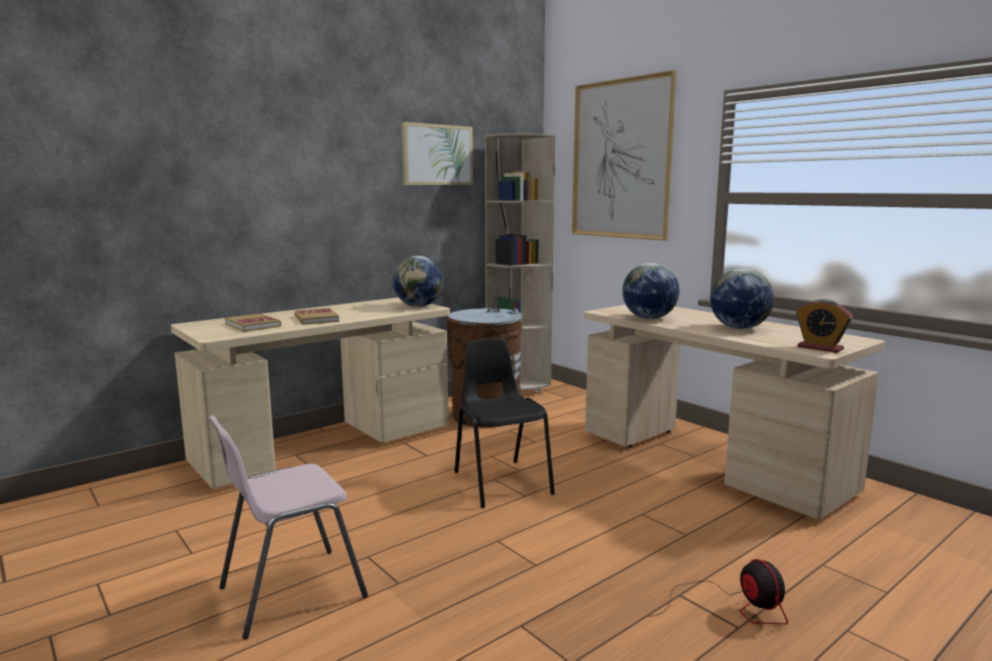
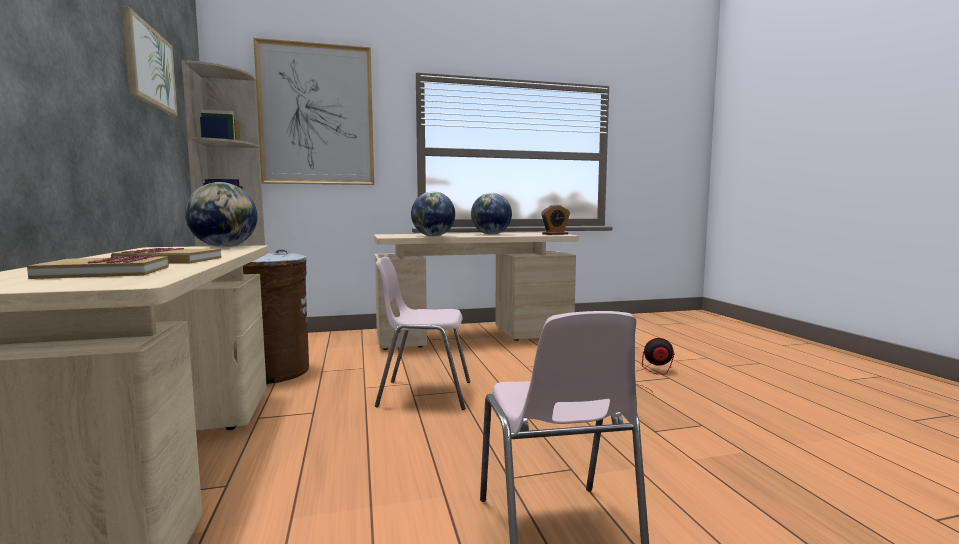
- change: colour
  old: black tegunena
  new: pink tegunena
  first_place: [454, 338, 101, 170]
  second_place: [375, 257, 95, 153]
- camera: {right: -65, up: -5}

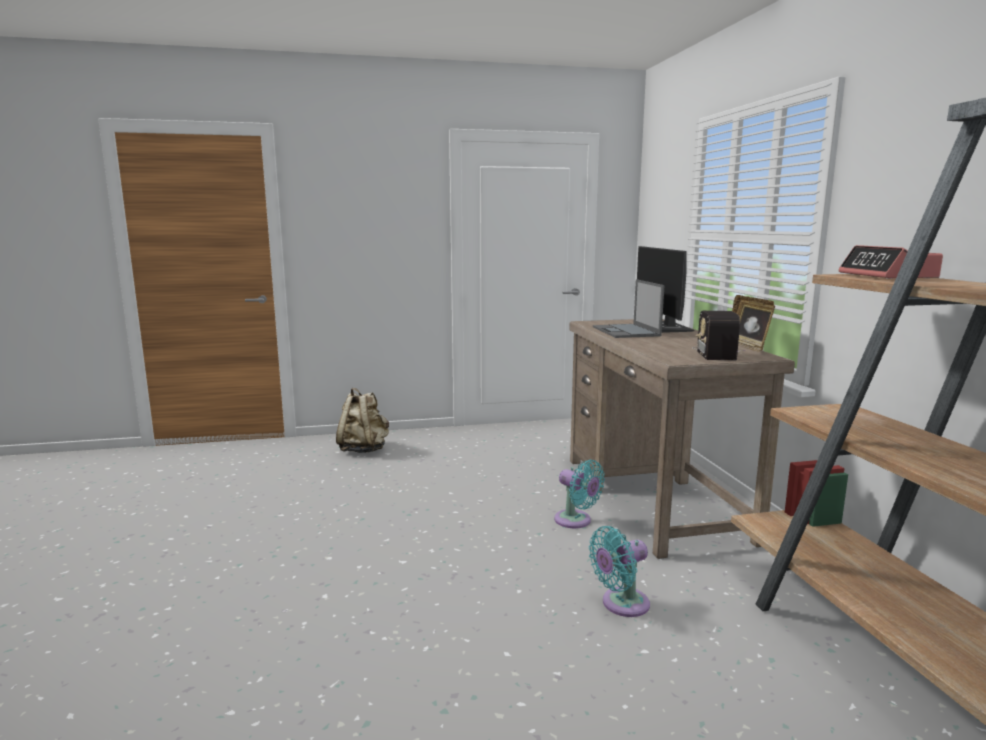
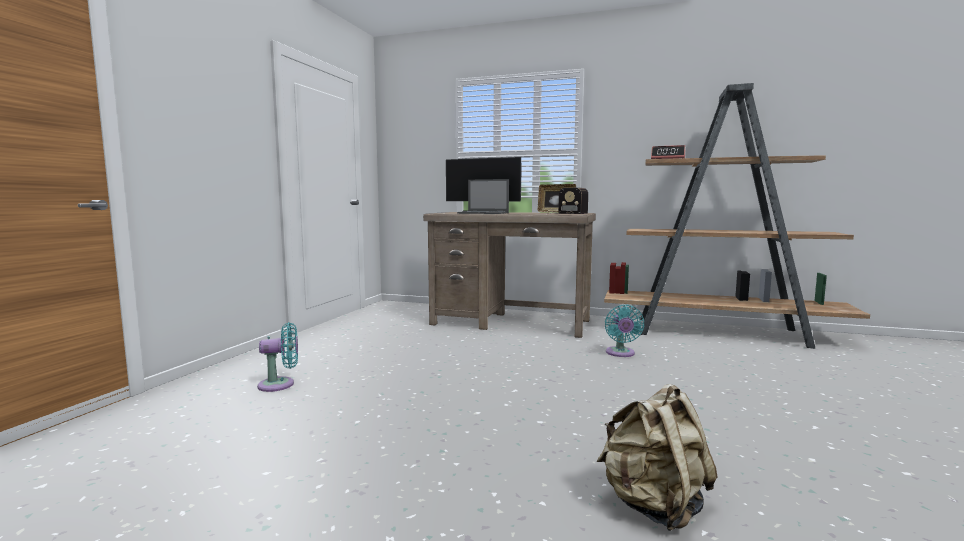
- change: relocated
  old: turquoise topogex
  first_place: [554, 460, 51, 68]
  second_place: [257, 322, 41, 70]
- change: relocated
  old: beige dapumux
  first_place: [336, 388, 53, 65]
  second_place: [596, 384, 122, 147]
- camera: {right: -60, up: -5}

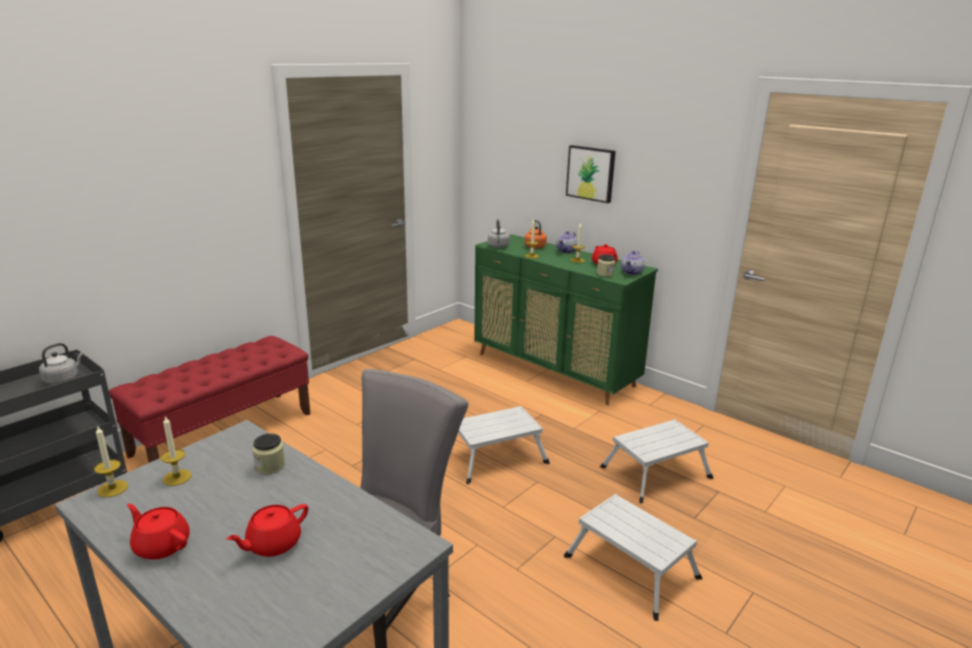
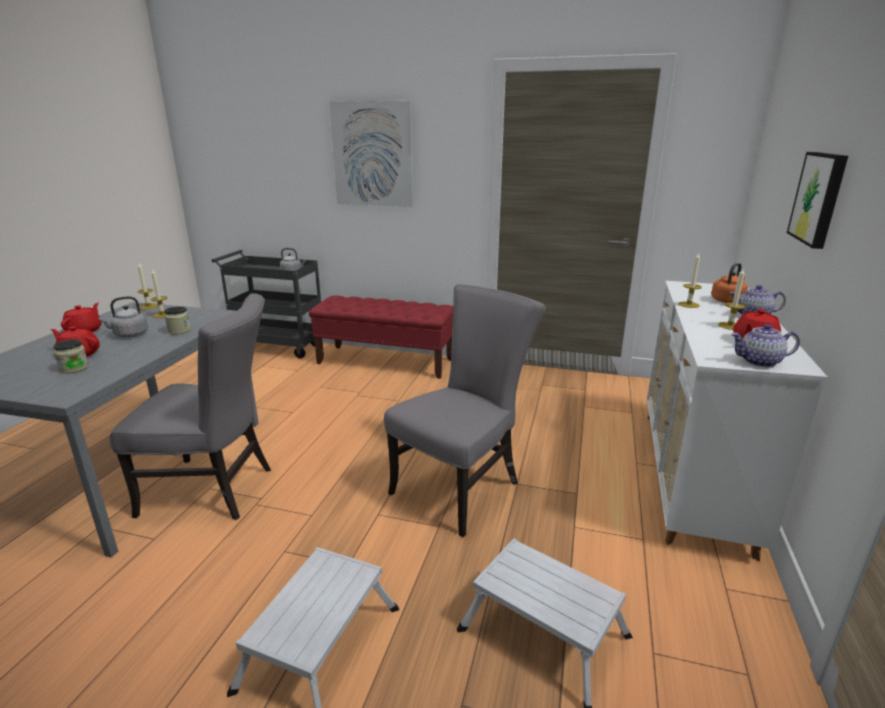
- change: relocated
  old: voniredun
  first_place: [597, 255, 18, 22]
  second_place: [53, 339, 36, 35]
- change: relocated
  old: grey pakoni
  first_place: [488, 219, 22, 29]
  second_place: [98, 296, 50, 41]
- change: appeared
  new: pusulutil
  second_place: [330, 101, 83, 106]
- change: exchanged
  old: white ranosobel
  new: grey tegunena
  first_place: [458, 406, 92, 78]
  second_place: [384, 284, 162, 253]
- change: colour
  old: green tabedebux
  new: white tabedebux
  first_place: [474, 234, 184, 172]
  second_place: [647, 281, 181, 280]
- camera: {right: 65, up: 0}

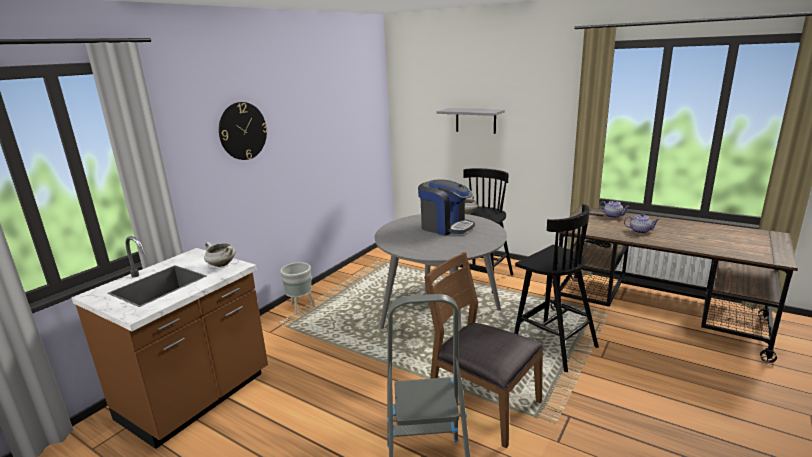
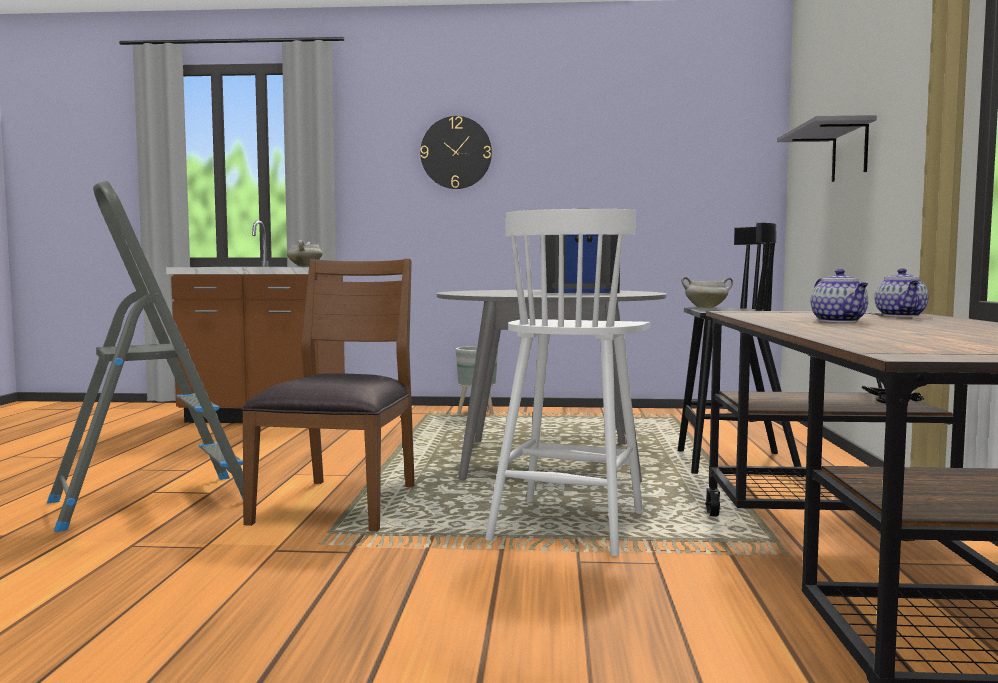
- change: colour
  old: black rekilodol
  new: white rekilodol
  first_place: [514, 204, 85, 168]
  second_place: [485, 209, 165, 348]
- camera: {right: 60, up: -15}

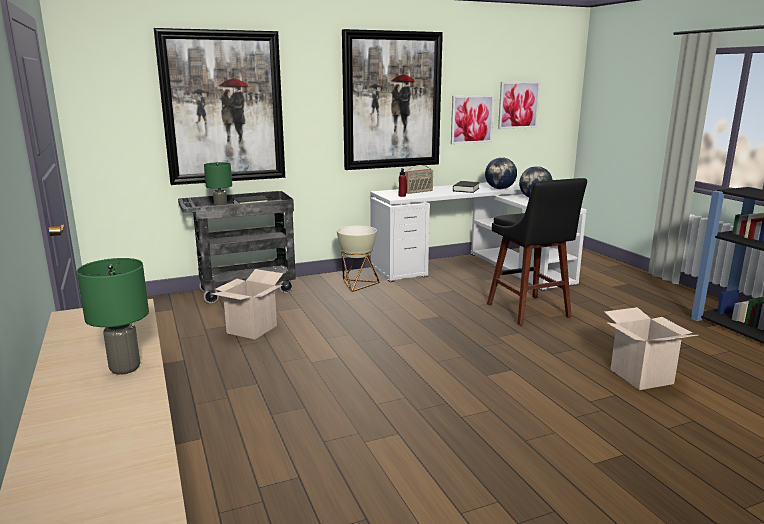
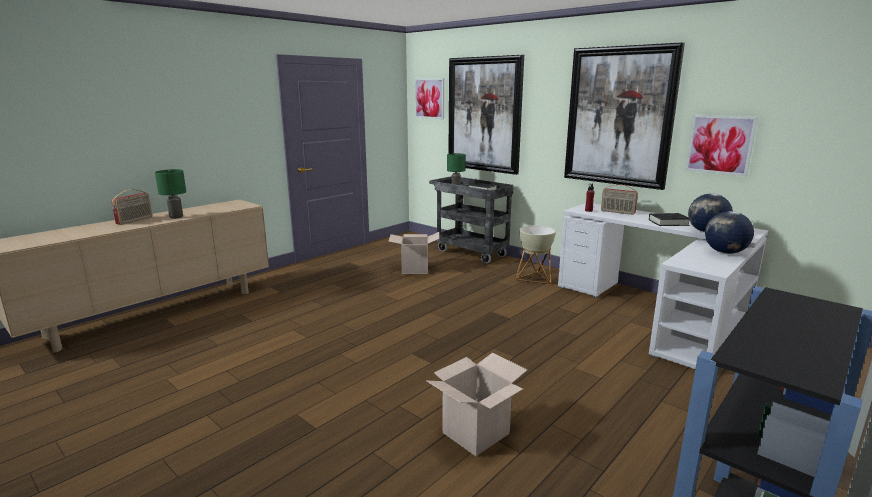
- change: appeared
  new: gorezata
  second_place: [111, 189, 41, 36]
- change: relocated
  old: pusulutil
  first_place: [498, 81, 42, 48]
  second_place: [415, 78, 29, 41]
- change: missing
  old: black rekilodol
  first_place: [487, 178, 100, 148]
- camera: {right: 65, up: 0}

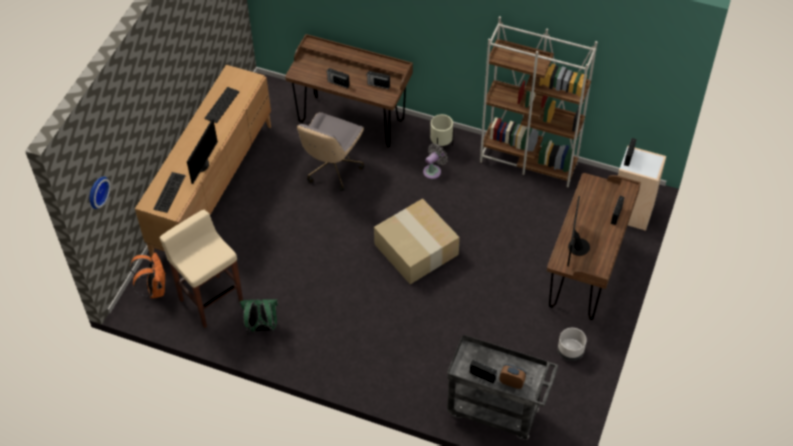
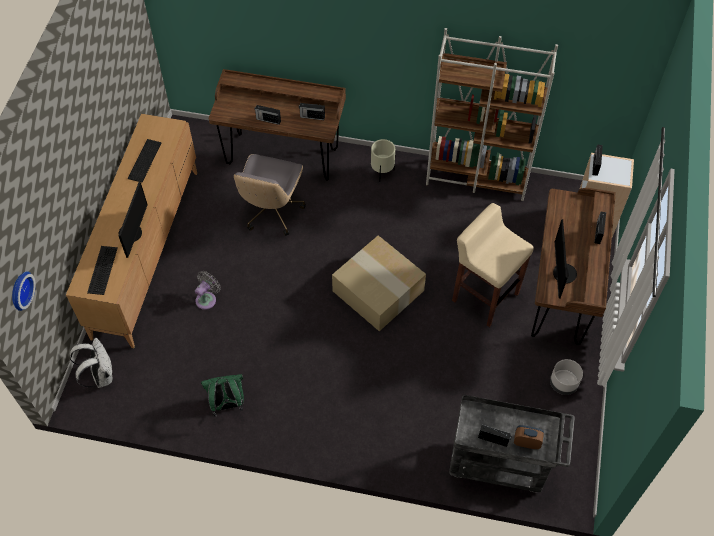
- change: colour
  old: orange dapumux
  new: white dapumux
  first_place: [130, 252, 35, 46]
  second_place: [70, 338, 42, 50]
- change: relocated
  old: grey topogex
  first_place: [423, 143, 25, 36]
  second_place: [195, 271, 26, 39]
- change: relocated
  old: beige rekilodol
  first_place: [159, 210, 84, 118]
  second_place: [452, 203, 82, 124]
- camera: {right: -10, up: 5}

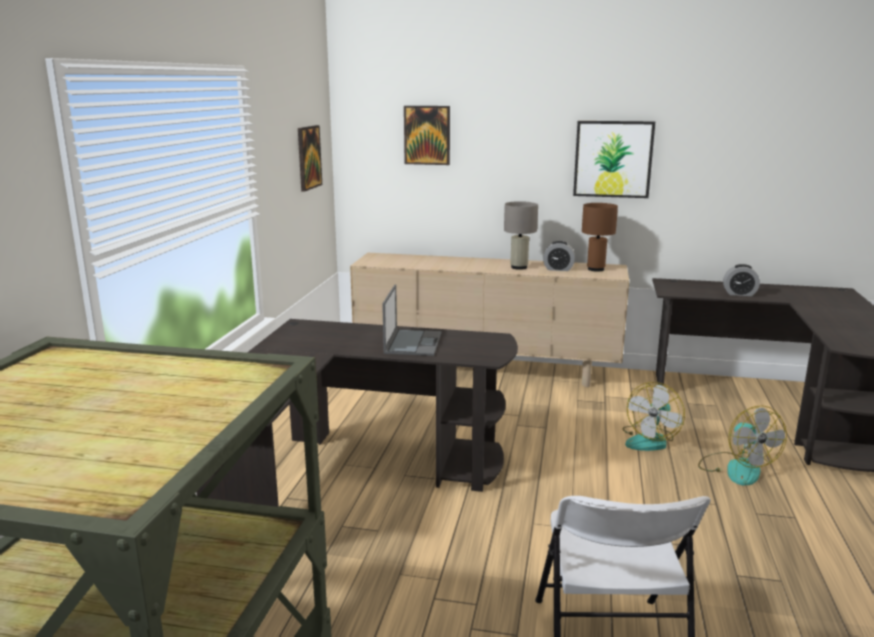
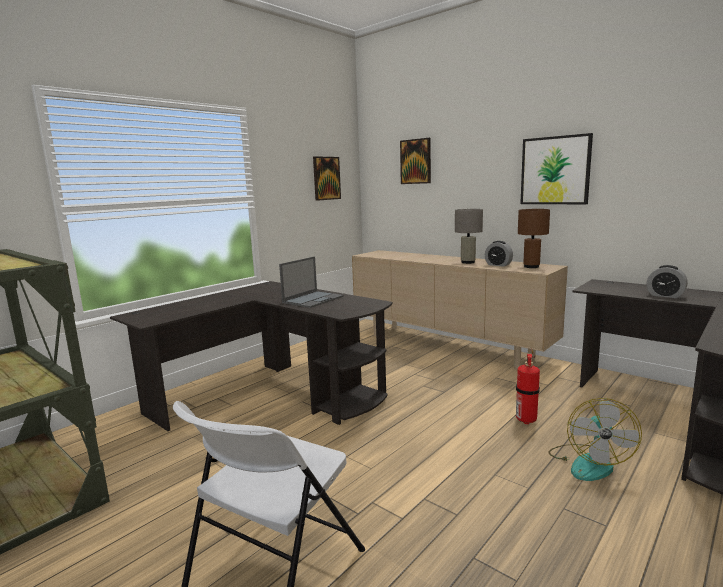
- change: exchanged
  old: topogex
  new: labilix
  first_place: [622, 382, 63, 69]
  second_place: [516, 350, 24, 75]
- camera: {right: 30, up: -5}

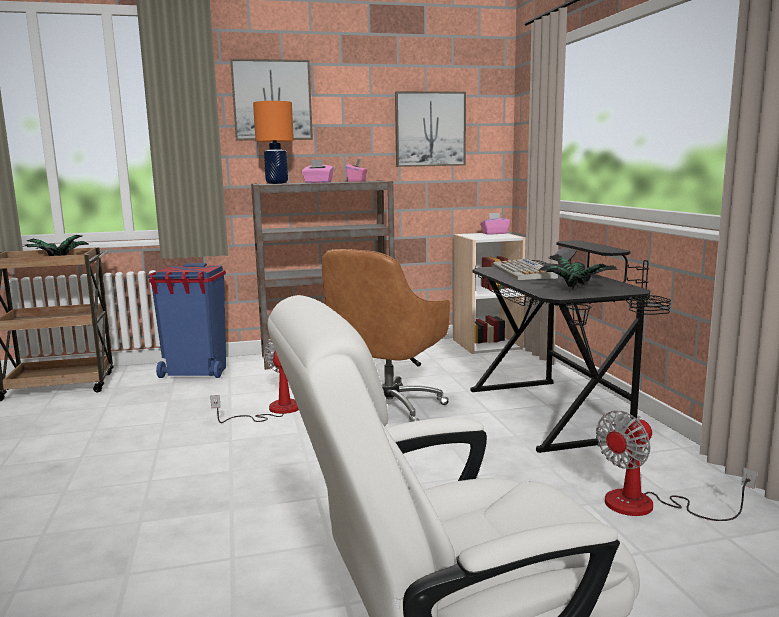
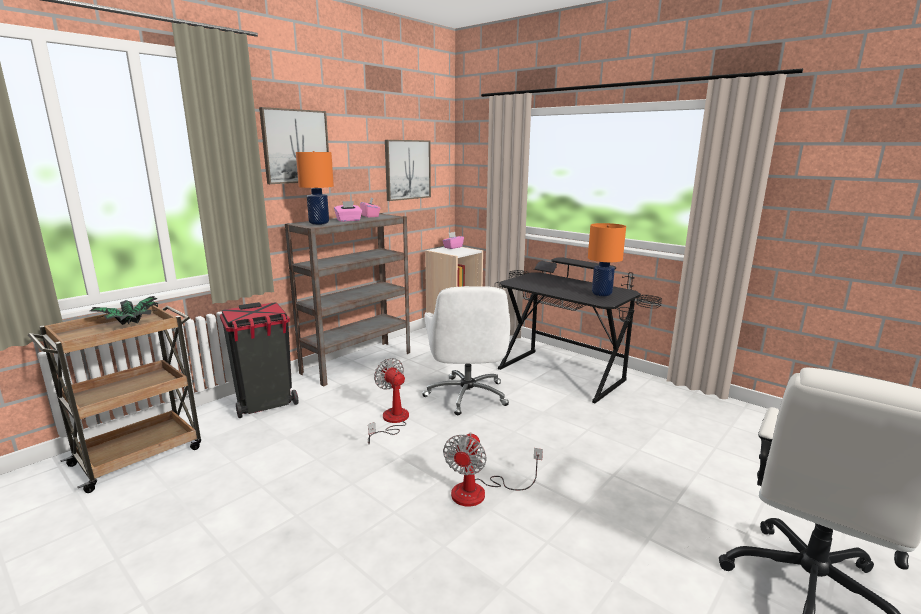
- change: colour
  old: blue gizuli
  new: black gizuli
  first_place: [148, 263, 78, 115]
  second_place: [220, 302, 79, 116]
- change: colour
  old: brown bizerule
  new: white bizerule
  first_place: [322, 249, 128, 173]
  second_place: [422, 286, 88, 129]
- change: relocated
  old: topogex
  first_place: [596, 411, 160, 110]
  second_place: [443, 432, 100, 75]
- change: exchanged
  old: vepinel
  new: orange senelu
  first_place: [539, 254, 79, 35]
  second_place: [588, 223, 38, 73]
- change: missing
  old: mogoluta
  first_place: [492, 259, 66, 21]
- camera: {right: -35, up: 5}

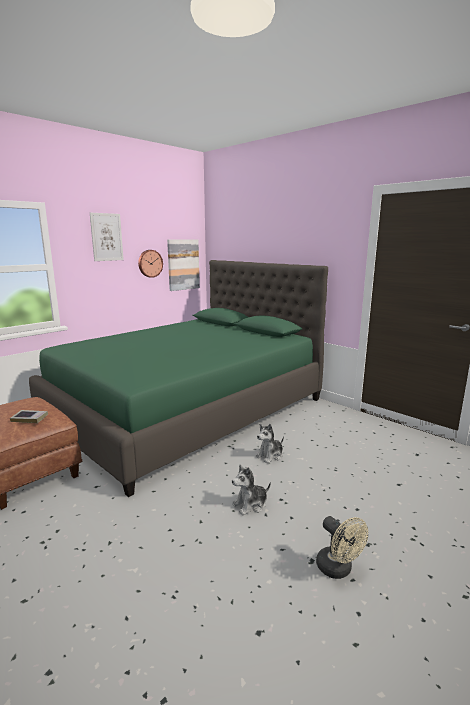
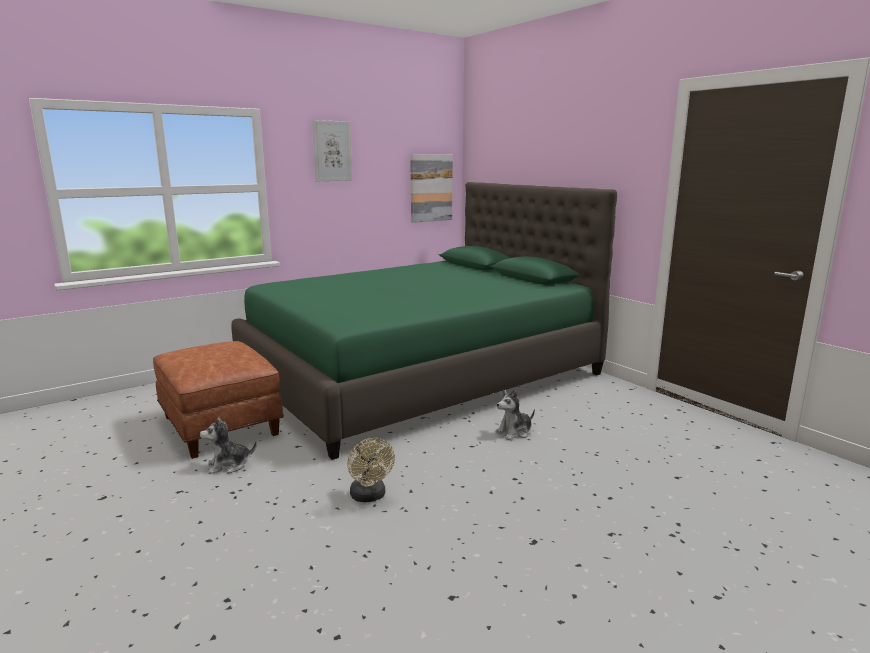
- change: relocated
  old: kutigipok
  first_place: [232, 465, 39, 50]
  second_place: [200, 417, 57, 57]
- change: relocated
  old: beige topogex
  first_place: [316, 516, 52, 63]
  second_place: [347, 438, 48, 64]
- change: missing
  old: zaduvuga
  first_place: [10, 410, 38, 13]
- change: missing
  old: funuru
  first_place: [138, 250, 25, 28]
- camera: {right: 10, up: 0}

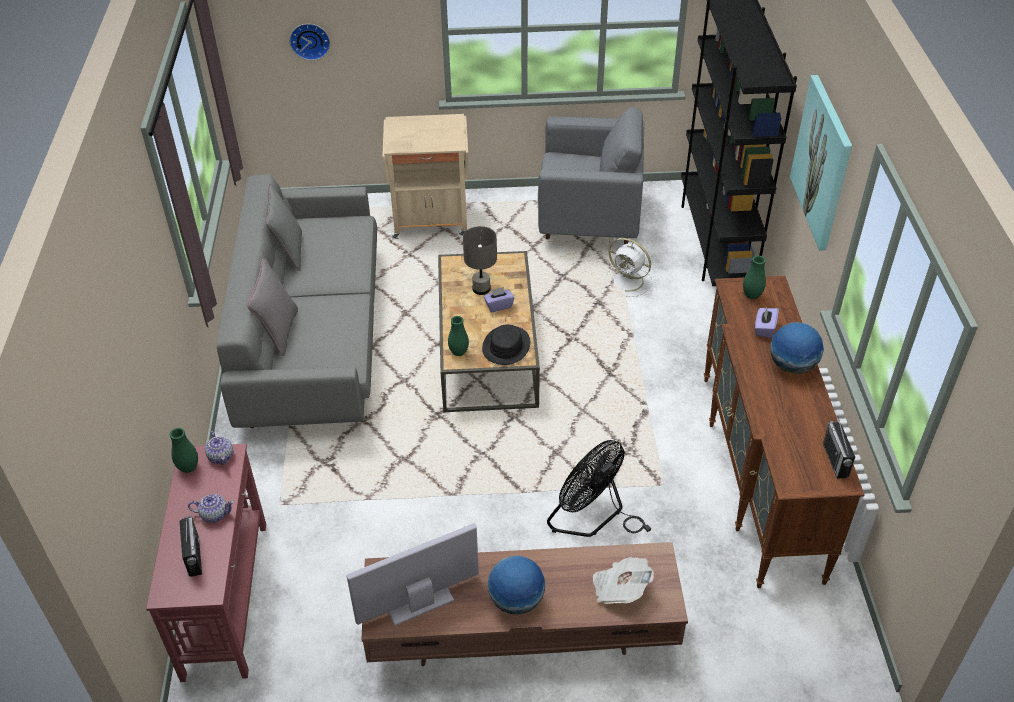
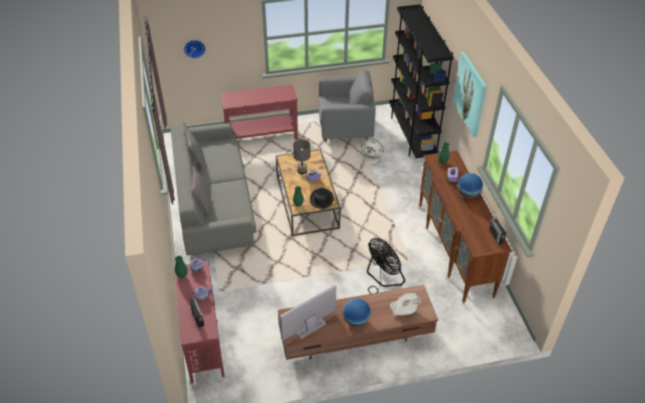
- change: exchanged
  old: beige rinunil
  new: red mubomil
  first_place: [382, 114, 86, 125]
  second_place: [221, 85, 77, 55]
- change: spun
  old: black topogex
  first_place: [547, 440, 104, 97]
  second_place: [367, 238, 38, 56]
  degrees: 105
- camera: {right: -10, up: 0}

